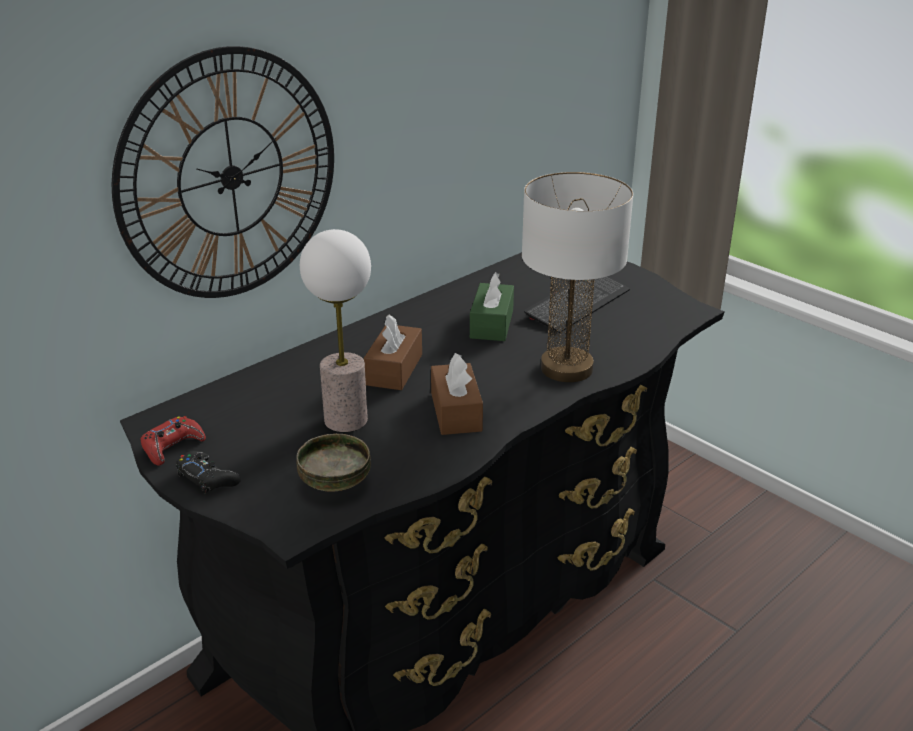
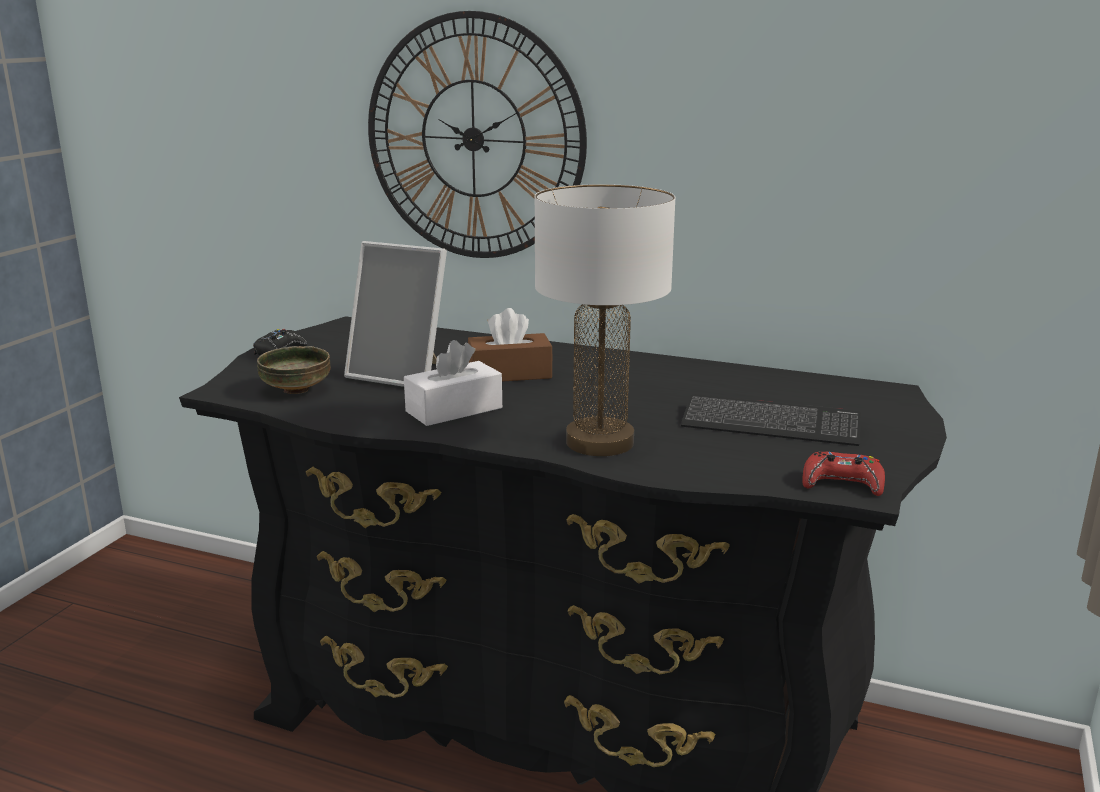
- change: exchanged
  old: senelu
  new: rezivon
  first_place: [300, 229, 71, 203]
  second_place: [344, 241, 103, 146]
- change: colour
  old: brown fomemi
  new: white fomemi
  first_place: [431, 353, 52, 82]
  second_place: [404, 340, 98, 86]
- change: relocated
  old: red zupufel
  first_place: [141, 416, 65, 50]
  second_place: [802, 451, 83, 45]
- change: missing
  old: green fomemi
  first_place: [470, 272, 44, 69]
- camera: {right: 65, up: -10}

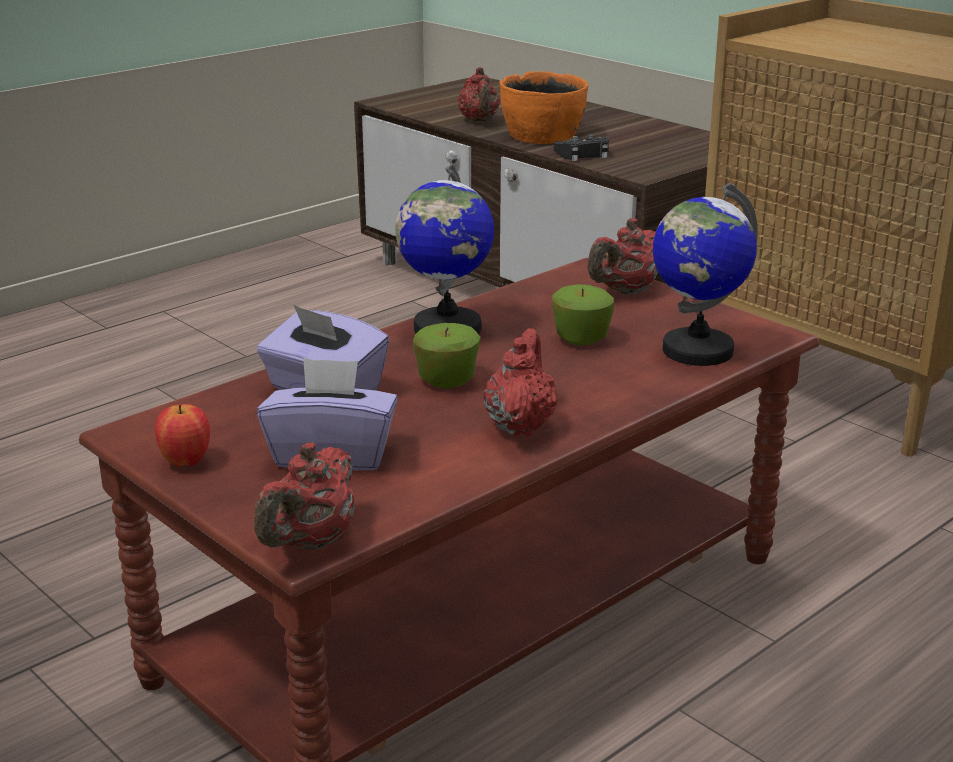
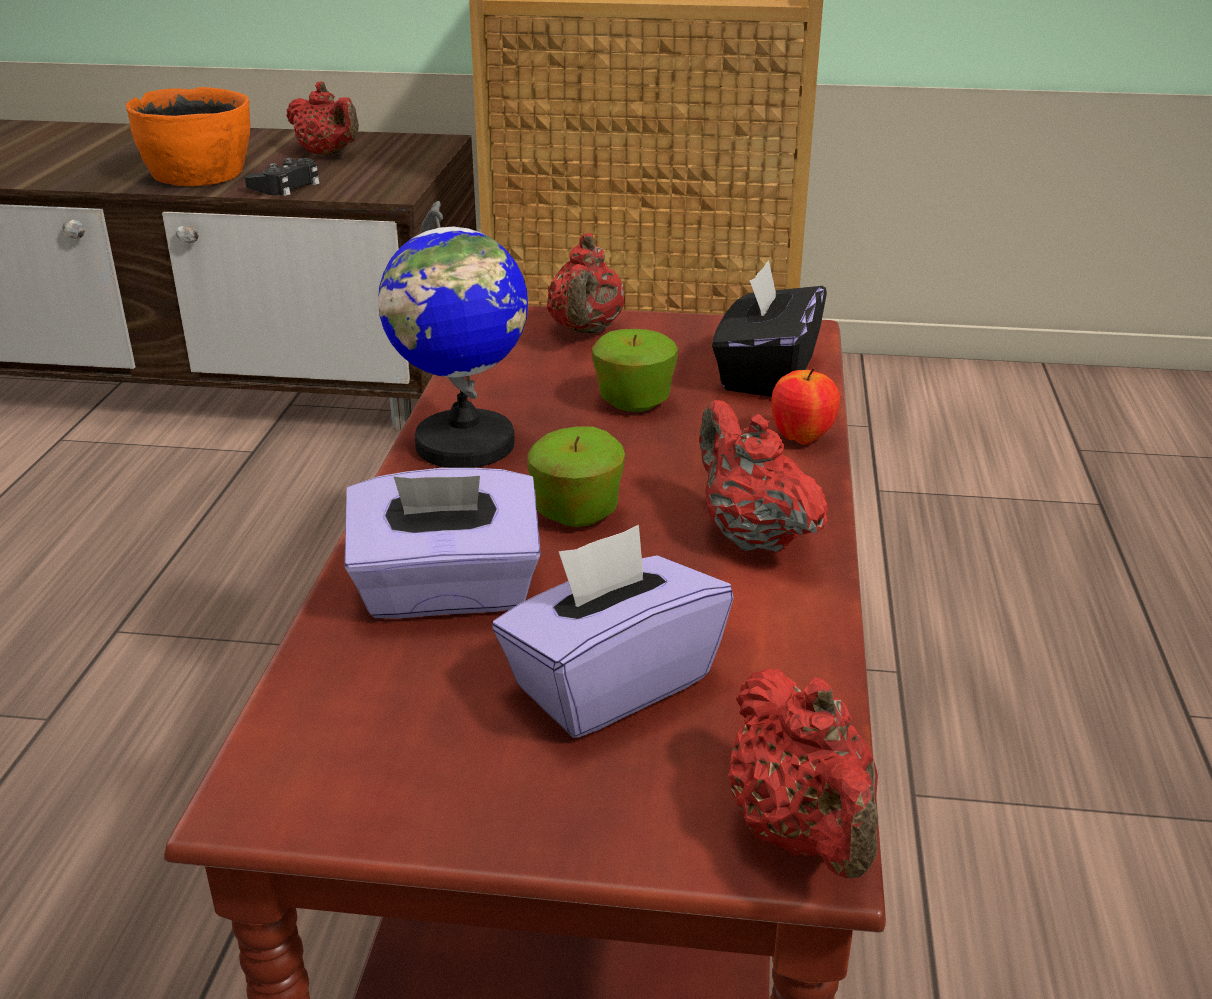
- change: relocated
  old: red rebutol
  first_place: [457, 67, 43, 54]
  second_place: [286, 82, 73, 74]
- change: exchanged
  old: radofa
  new: black fomemi
  first_place: [653, 183, 105, 183]
  second_place: [712, 260, 115, 137]
- change: relocated
  old: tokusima
  first_place: [155, 404, 55, 63]
  second_place: [771, 367, 69, 78]
- camera: {right: -40, up: 5}

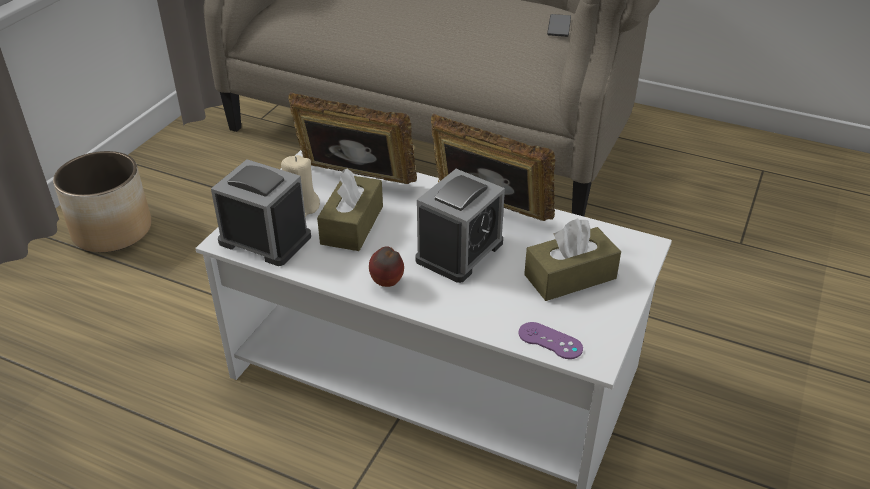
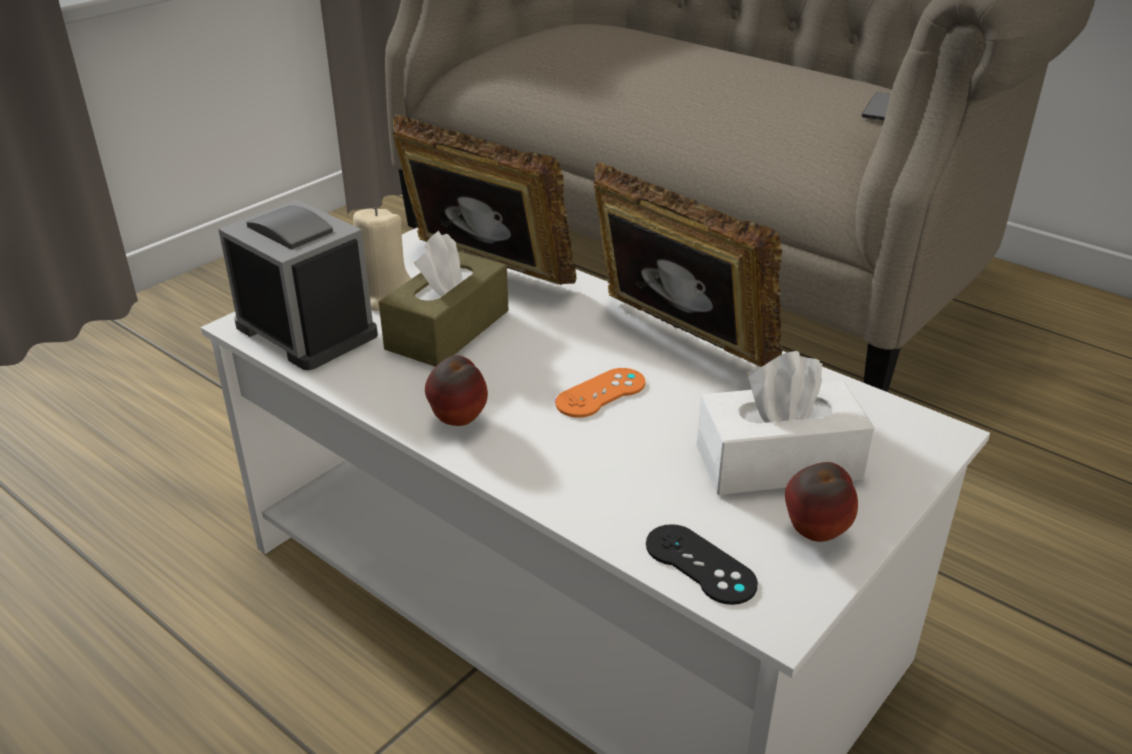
- change: exchanged
  old: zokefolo
  new: orange zupufel
  first_place: [415, 169, 90, 114]
  second_place: [555, 368, 91, 50]
- change: colour
  old: purple zupufel
  new: black zupufel
  first_place: [518, 322, 65, 37]
  second_place: [646, 524, 112, 81]
- change: colour
  old: brown fomemi
  new: white fomemi
  first_place: [524, 218, 97, 83]
  second_place: [696, 351, 179, 144]
- change: appeared
  new: tokusima
  second_place: [785, 462, 73, 80]
- change: missing
  old: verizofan
  first_place: [53, 151, 98, 101]
- camera: {right: 15, up: -5}

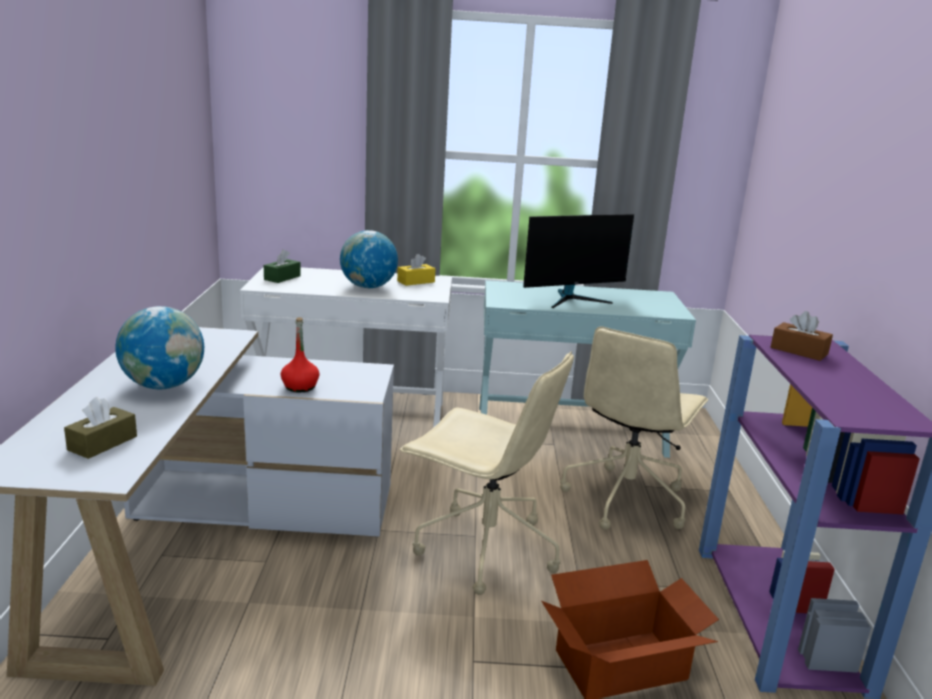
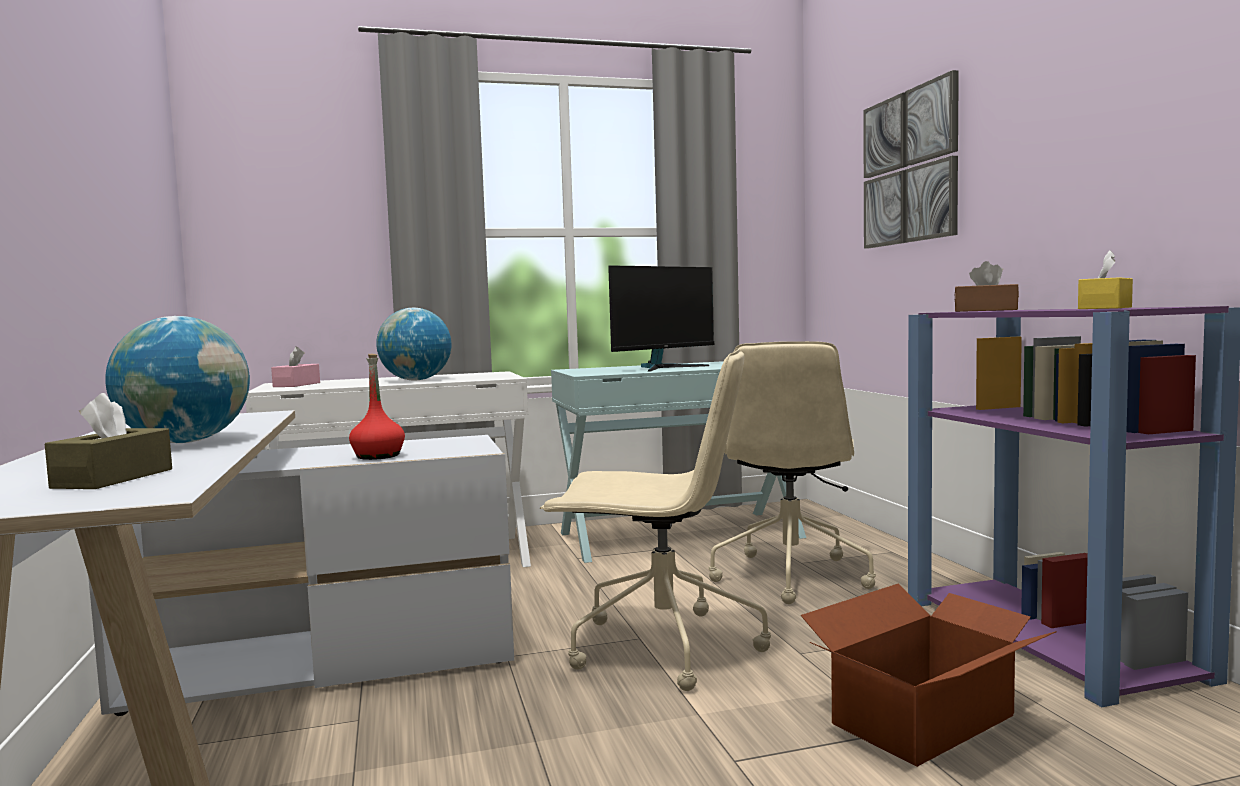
- change: colour
  old: green fomemi
  new: pink fomemi
  first_place: [264, 249, 37, 34]
  second_place: [271, 346, 49, 41]
- change: appeared
  new: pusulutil
  second_place: [863, 70, 96, 178]
- change: relocated
  old: yellow fomemi
  first_place: [397, 254, 39, 32]
  second_place: [1078, 250, 55, 59]
- camera: {right: -15, up: -15}

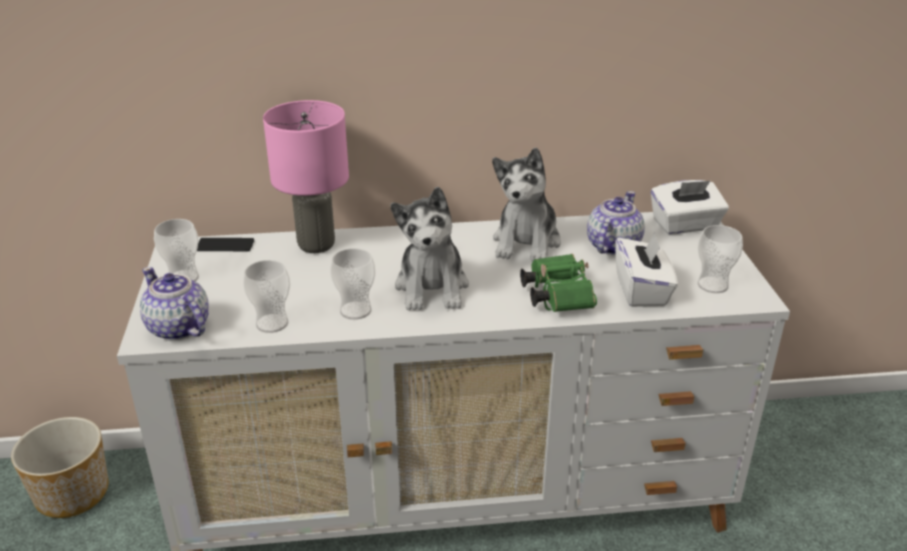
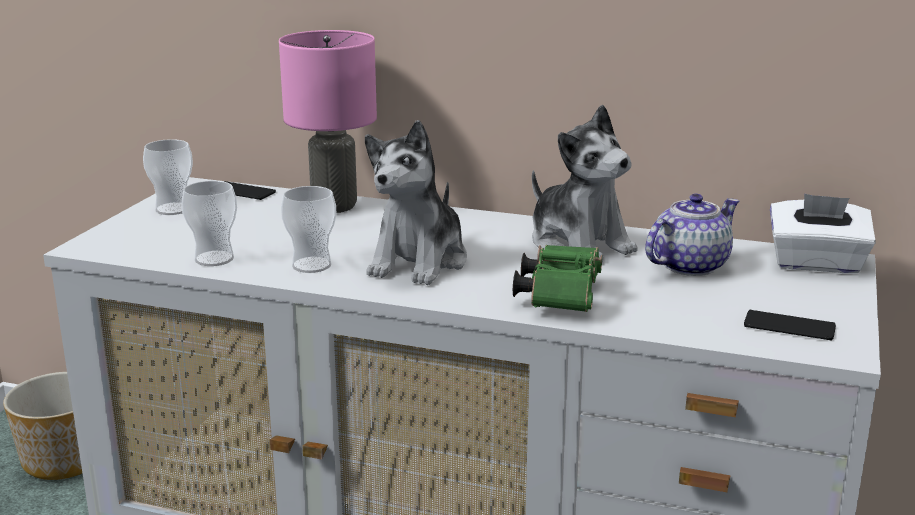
- change: spun
  old: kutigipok
  first_place: [492, 147, 69, 115]
  second_place: [532, 105, 106, 157]
  degrees: -75
- change: exchanged
  old: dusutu
  new: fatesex
  first_place: [697, 225, 46, 68]
  second_place: [744, 310, 92, 30]
- change: missing
  old: rebutol
  first_place: [140, 267, 69, 74]
- change: missing
  old: white fomemi
  first_place: [615, 232, 63, 75]
- camera: {right: 25, up: -10}

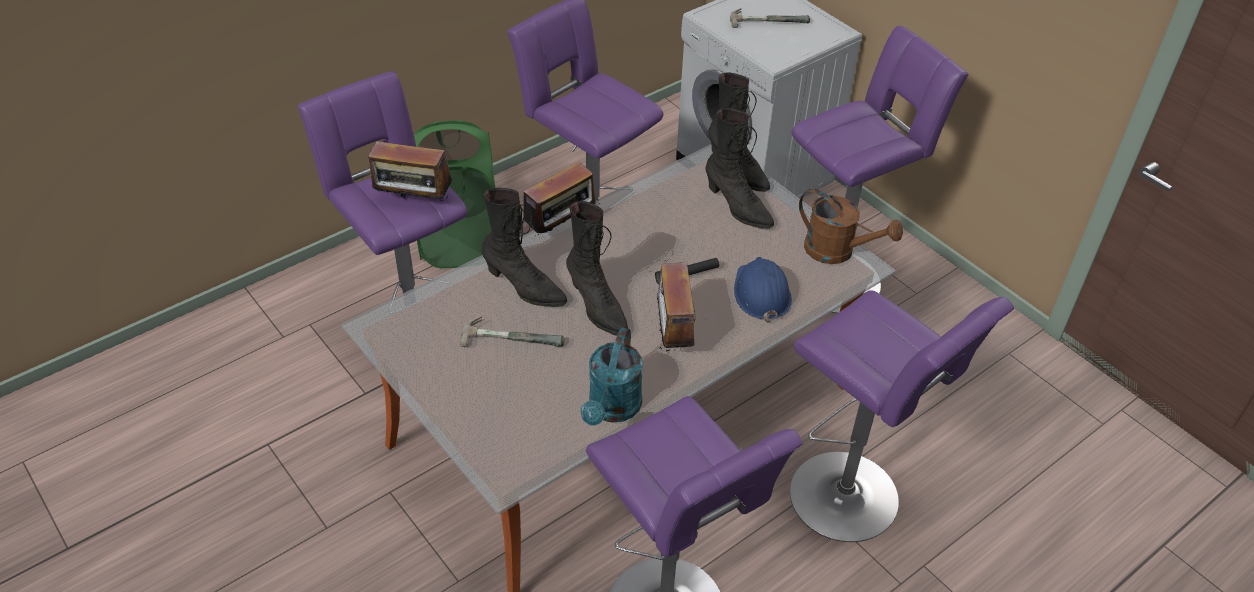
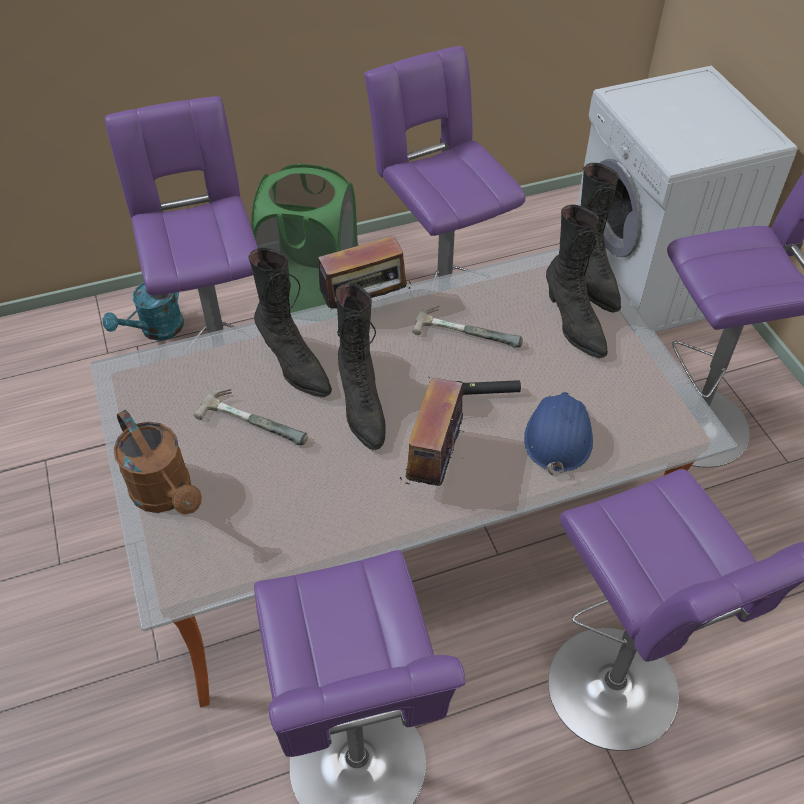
- change: relocated
  old: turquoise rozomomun
  first_place: [581, 328, 62, 98]
  second_place: [103, 283, 81, 58]
- change: relocated
  old: brown rozomomun
  first_place: [799, 188, 104, 76]
  second_place: [114, 410, 88, 104]
- change: relocated
  old: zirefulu
  first_place: [730, 8, 80, 20]
  second_place: [412, 306, 111, 42]
- change: missing
  old: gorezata
  first_place: [368, 141, 84, 65]
- camera: {right: 20, up: 5}

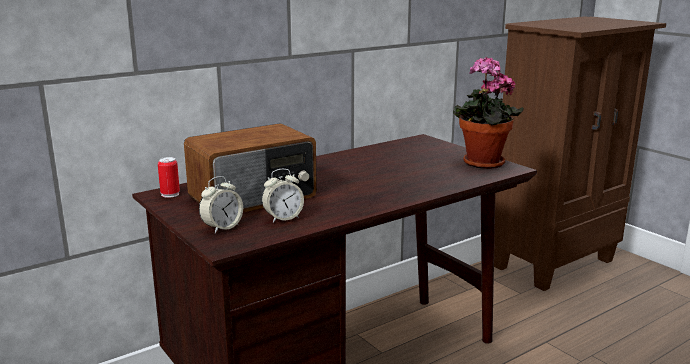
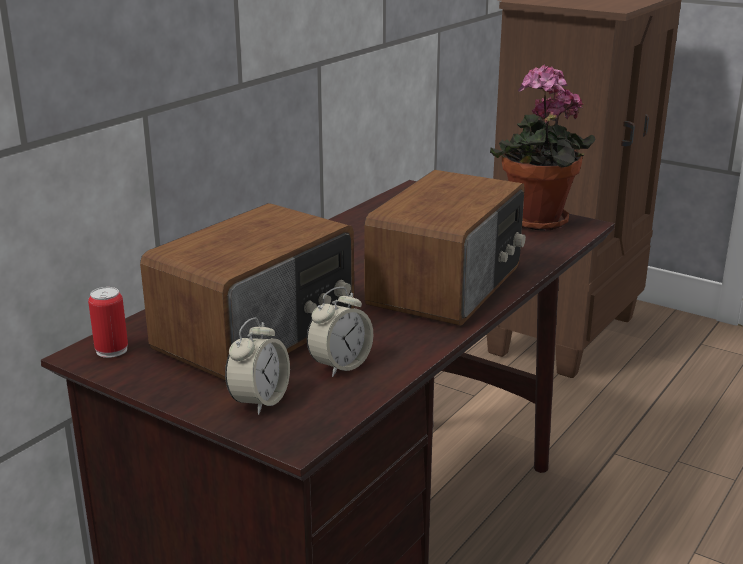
- change: appeared
  new: gorezata
  second_place: [364, 170, 162, 155]
- camera: {right: -20, up: 5}

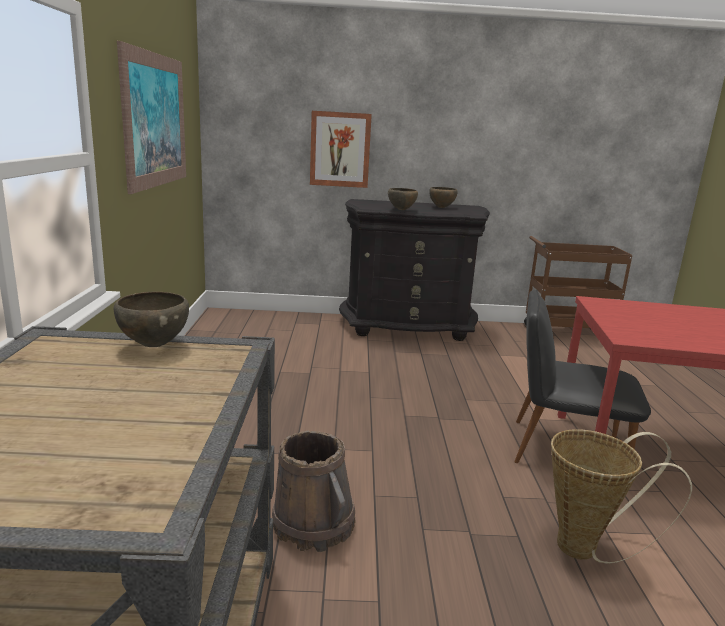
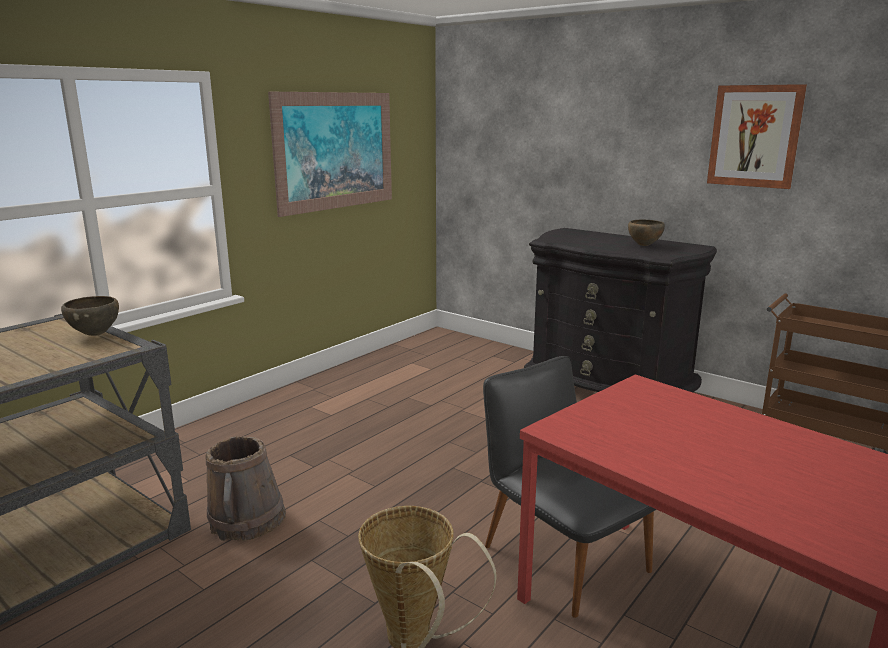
- change: relocated
  old: pusulutil
  first_place: [310, 111, 62, 77]
  second_place: [707, 84, 100, 105]
- change: missing
  old: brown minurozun
  first_place: [388, 188, 30, 22]
- camera: {right: 40, up: 0}

